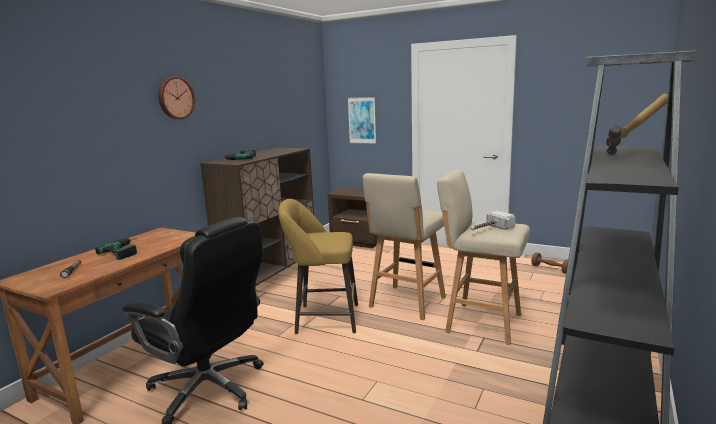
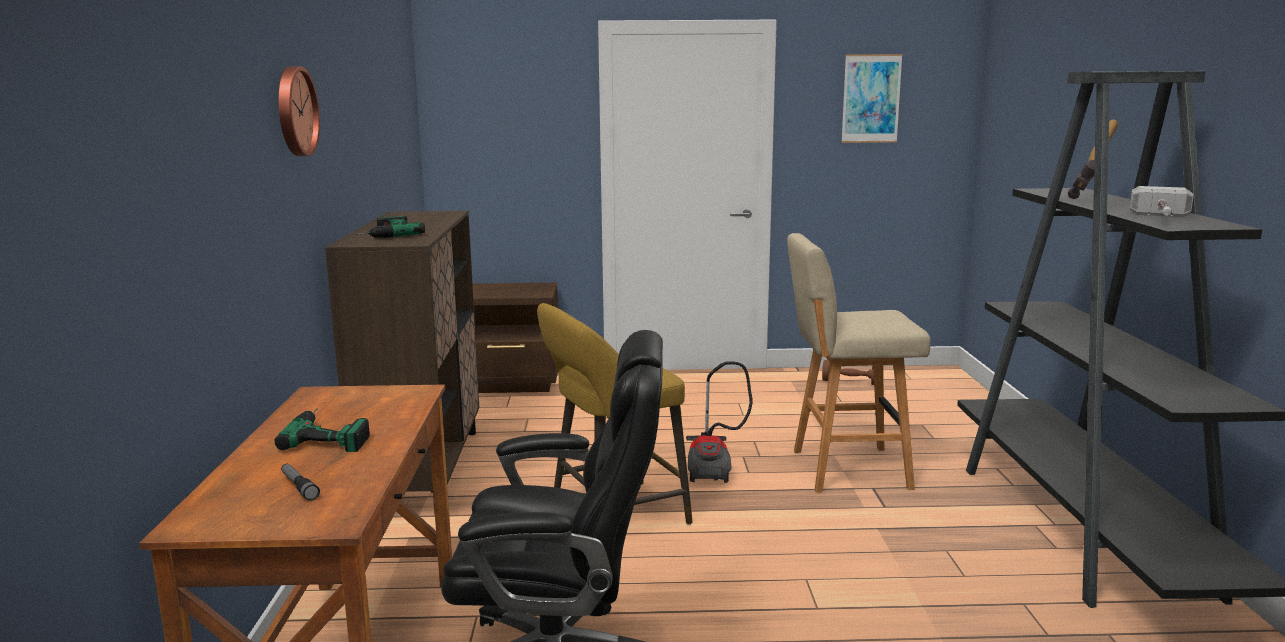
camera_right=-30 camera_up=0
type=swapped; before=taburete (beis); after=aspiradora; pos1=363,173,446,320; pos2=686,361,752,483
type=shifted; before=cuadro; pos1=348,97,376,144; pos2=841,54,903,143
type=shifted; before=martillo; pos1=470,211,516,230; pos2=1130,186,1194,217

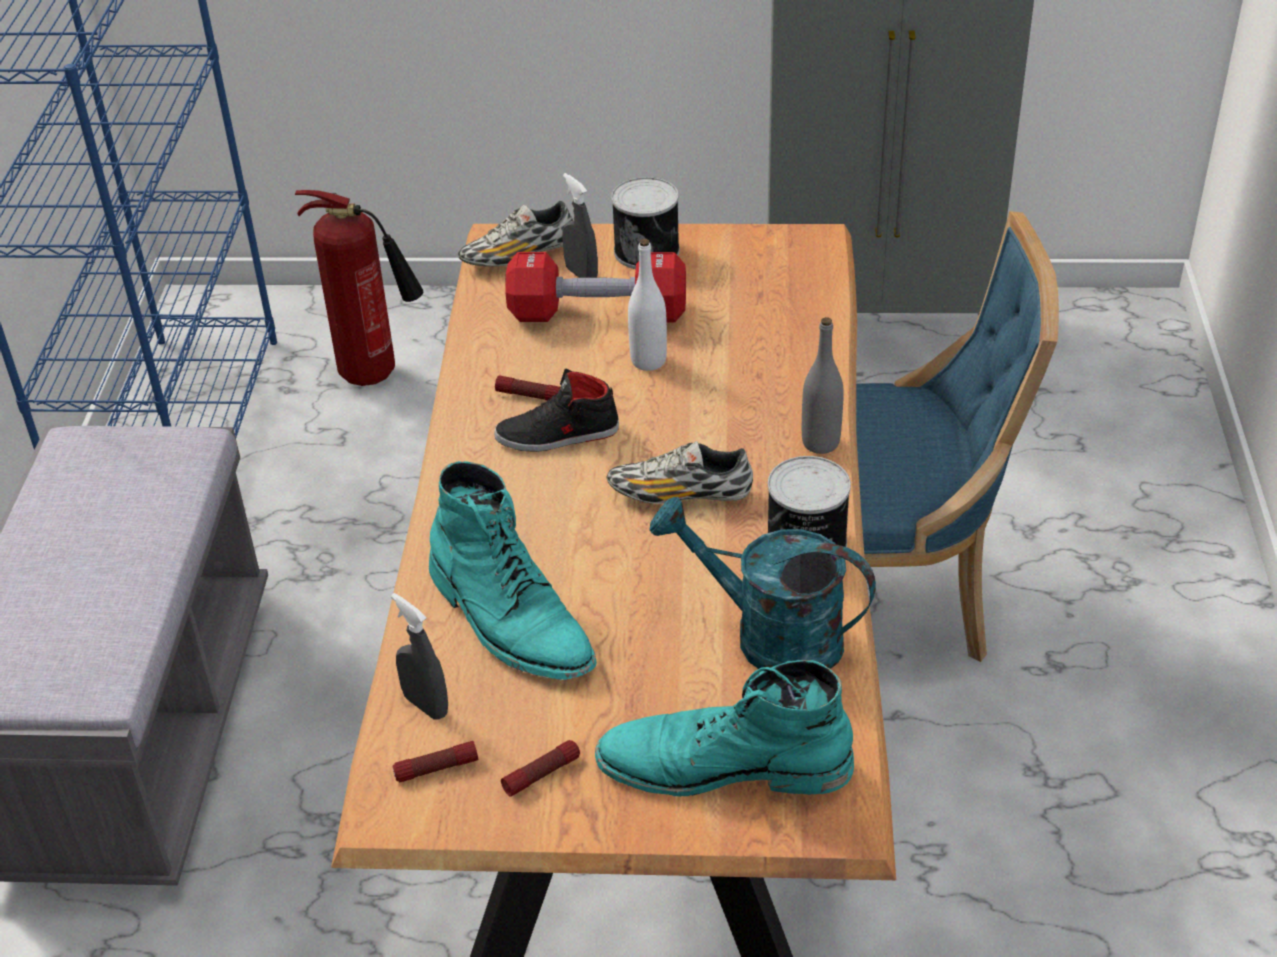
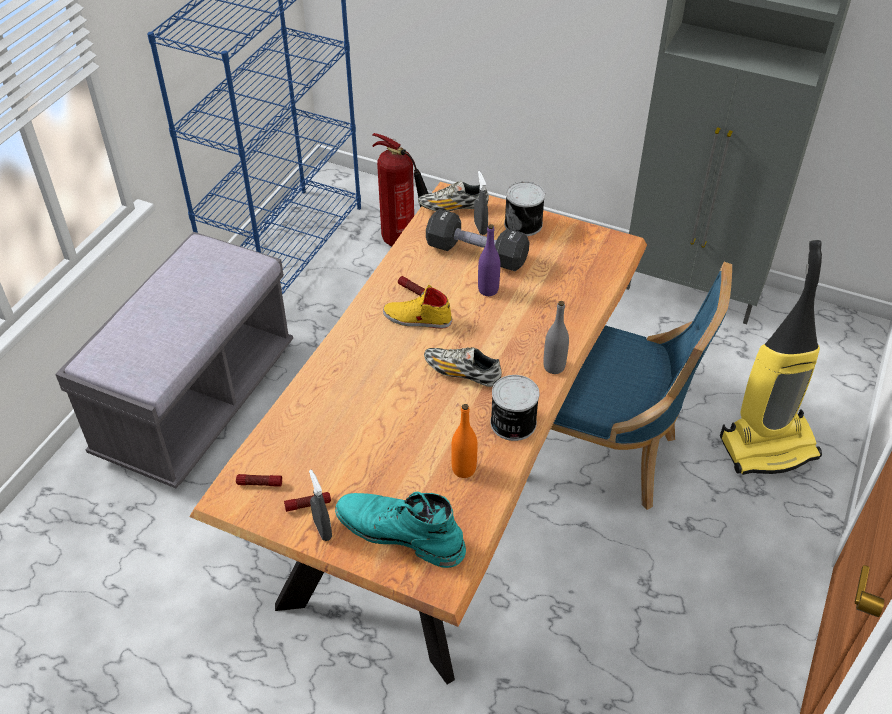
camera_right=20 camera_up=5
type=shifted; before=pulverizador (gris); pos1=391,593,448,720; pos2=309,470,332,541
type=repainted; before=zapato (negro); after=zapato (amarillo); pos1=494,369,619,452; pos2=383,285,452,328
type=repainted; before=mancuerna (rojo); after=mancuerna (negro); pos1=505,252,686,323; pos2=426,209,530,271
type=swapped; before=regadera (turquesa); after=botella (naranja); pos1=650,497,876,669; pos2=451,404,478,478
type=repainted; before=botella (blanco); after=botella (morado); pos1=628,239,667,371; pos2=478,224,500,296
type=new; after=aspiradora; pos2=720,240,822,475
type=gone; before=bota (turquesa); pos1=429,461,597,680

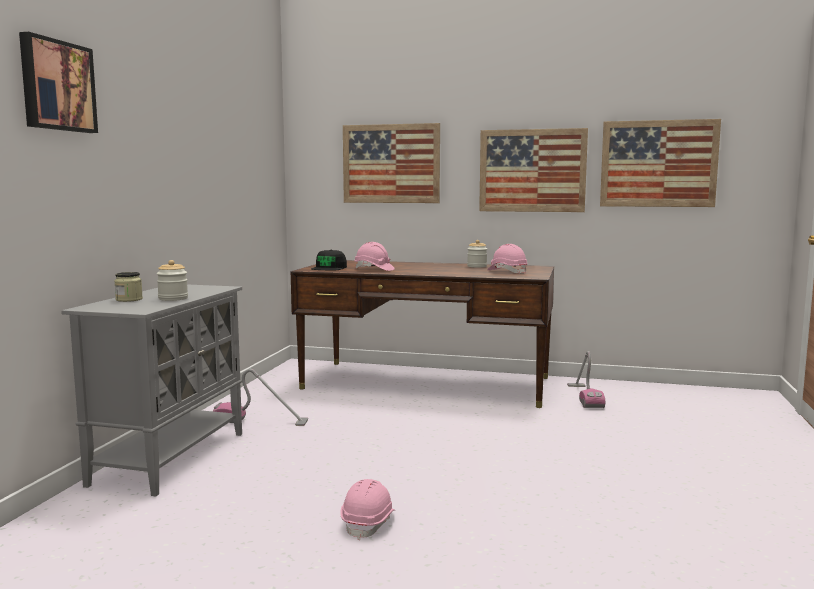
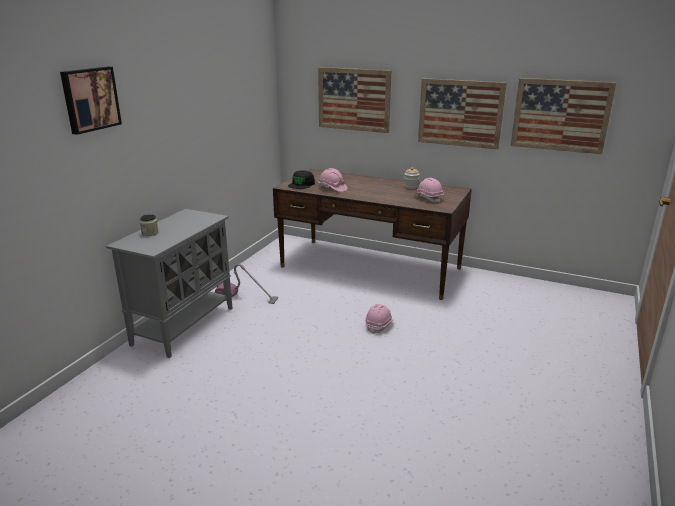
camera_right=10 camera_up=15
type=shifted; before=casco (rosa); pos1=340,479,395,540; pos2=365,304,393,334
type=gone; before=tarro; pos1=157,260,188,301
type=gone; before=aspiradora; pos1=567,351,605,408

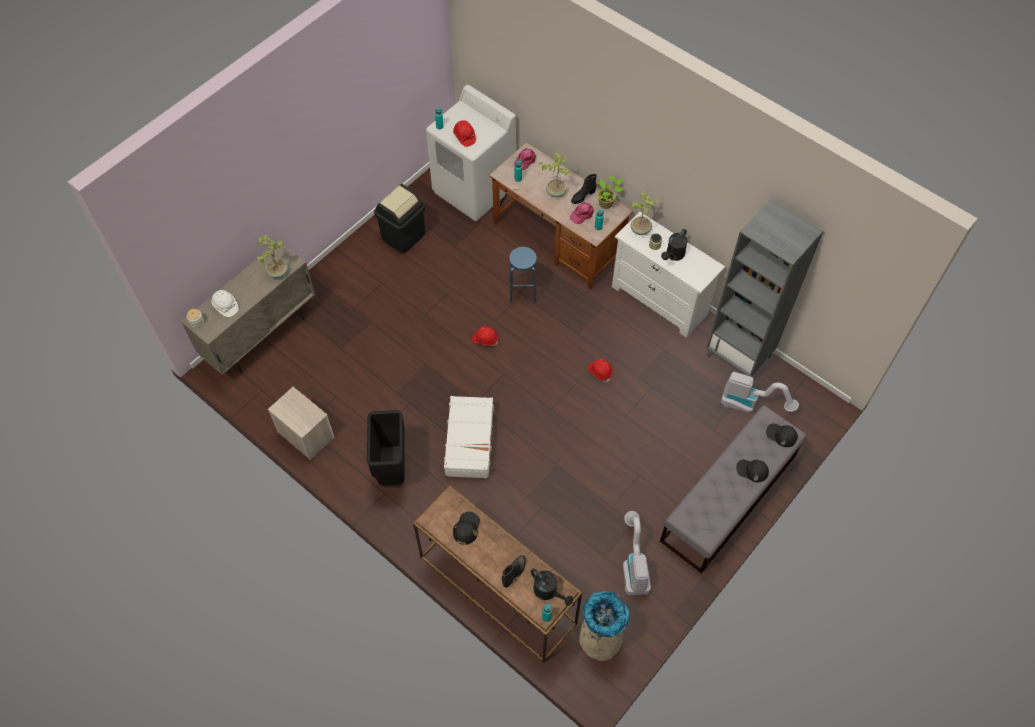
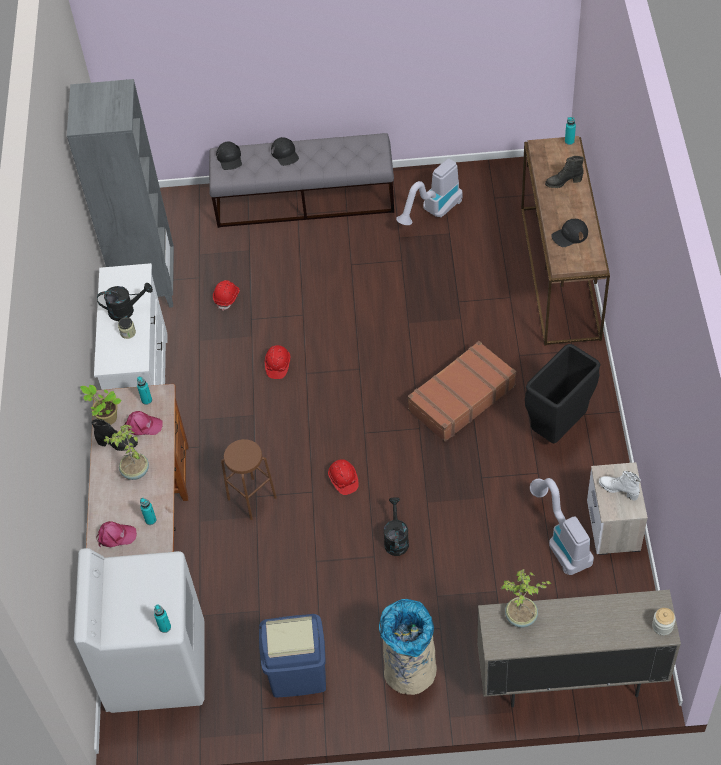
camera_right=-130 camera_up=-5
type=shifted; before=casco (rojo); pos1=453,120,476,147; pos2=213,280,240,311
type=repainted; before=taburete (azul); after=taburete (marrón); pos1=509,247,537,303; pos2=221,439,277,520
type=repainted; before=papelera (negro); after=papelera (azul); pos1=374,184,425,254; pos2=259,614,326,698
type=shifted; before=papelera (beis); pos1=579,591,629,661; pos2=379,599,437,695
type=shifted; before=regadera (negro); pos1=530,568,573,606; pos2=384,497,409,556
type=repainted; before=maleta (blanco); after=maleta (marrón); pos1=444,396,497,478; pos2=408,341,516,442
type=shifted; before=aspiradora; pos1=721,372,799,413; pos2=530,478,594,575
type=new; after=bota (blanco); pos2=599,471,640,501
type=gone; before=casco (blanco); pos1=211,290,239,317
type=gone; before=planta en maceta; pos1=631,191,660,235

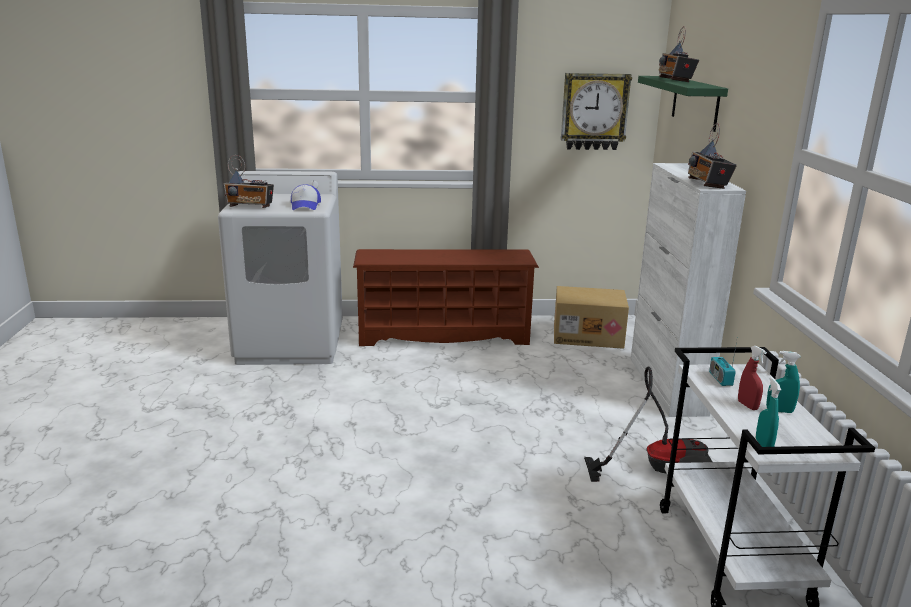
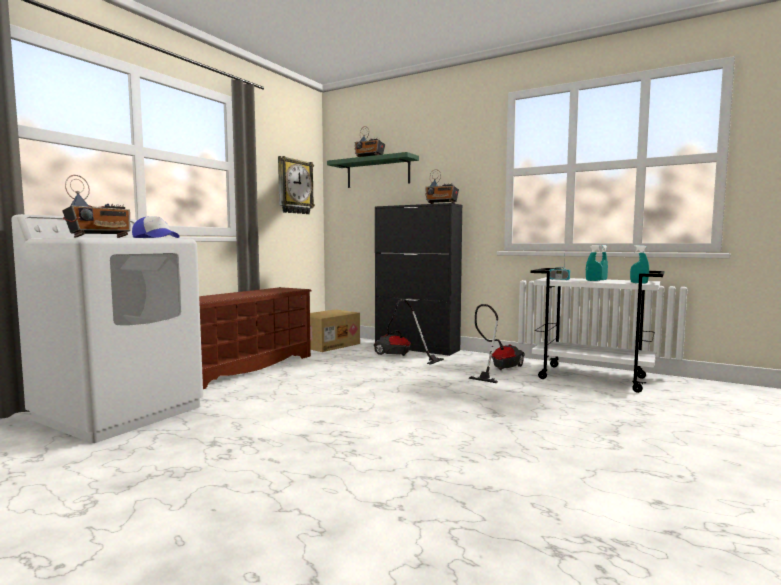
camera_right=-55 camera_up=-15
type=new; after=aspiradora; pos2=374,299,444,365
type=repainted; before=armario (blanco); after=armario (negro); pos1=631,163,746,417; pos2=375,203,462,356
type=repainted; before=pulverizador (rojo); after=pulverizador (turquesa); pos1=738,346,767,410; pos2=586,245,603,281

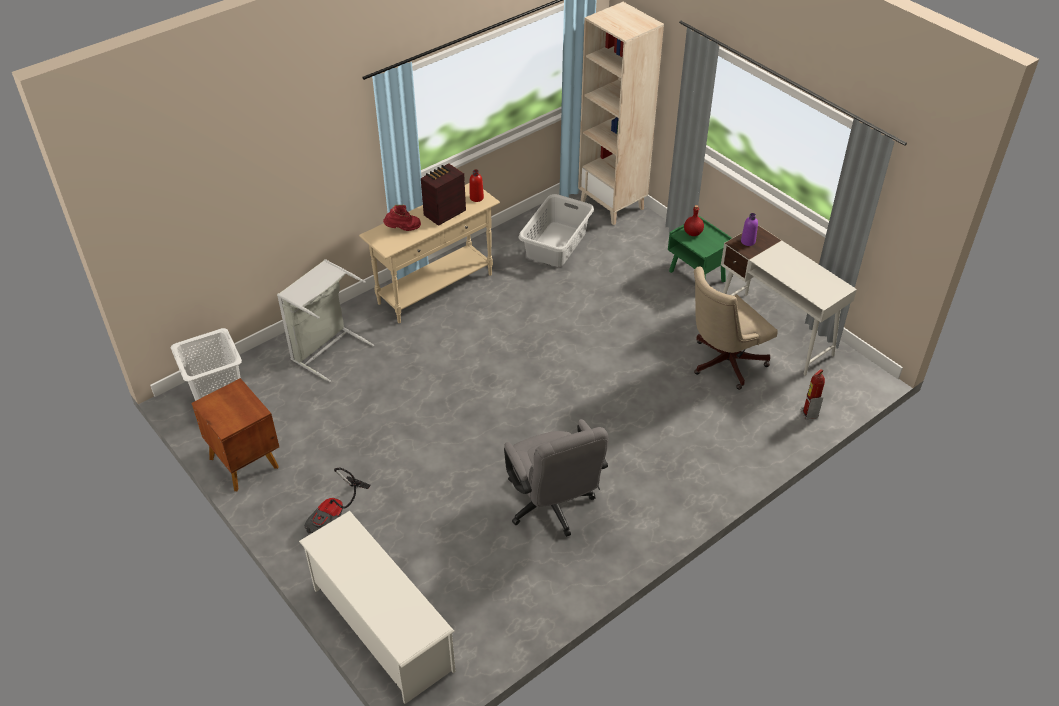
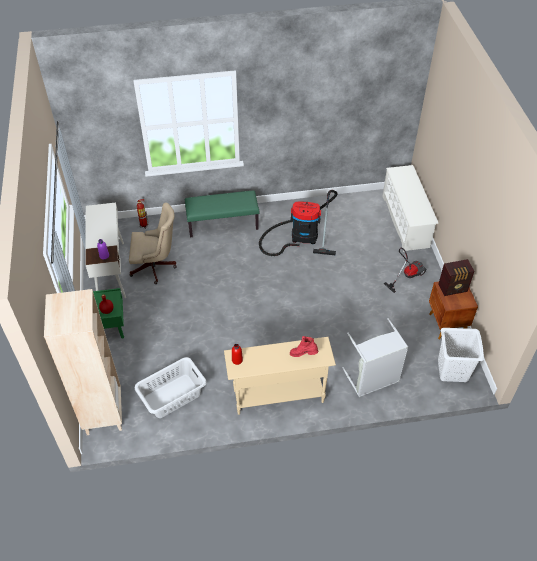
camera_right=-150 camera_up=5
type=new; after=banco (verde); pos2=185,191,259,237
type=swapped; before=silla de oficina (gris); after=aspiradora; pos1=504,419,608,537; pos2=259,190,337,256
type=shifted; before=radio; pos1=421,163,466,226; pos2=438,259,474,296

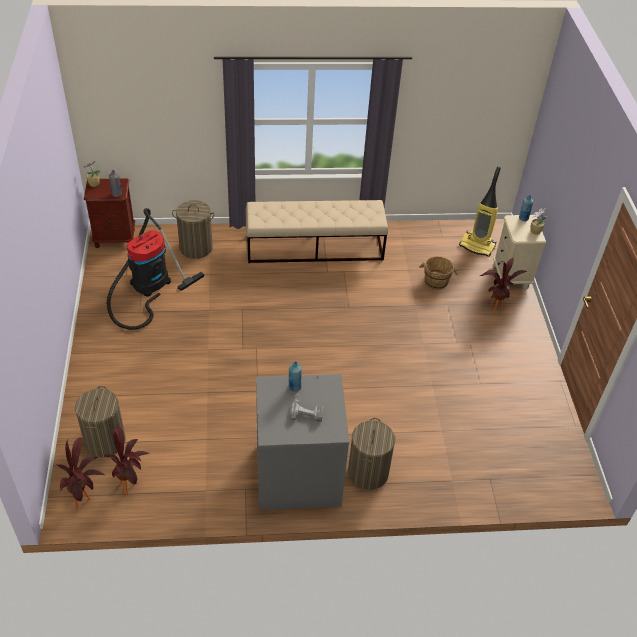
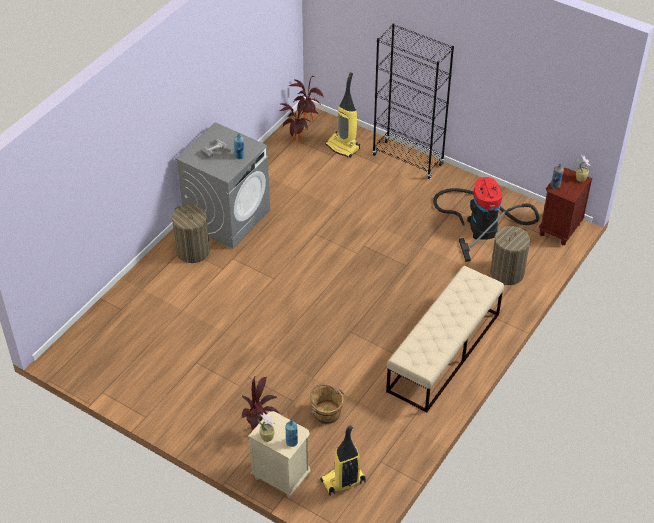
camera_right=130 camera_up=0
type=swapped; before=cesto de la ropa; after=aspiradora; pos1=75,386,126,457; pos2=325,72,360,158
type=new; after=estantería (negro); pos2=372,23,454,179

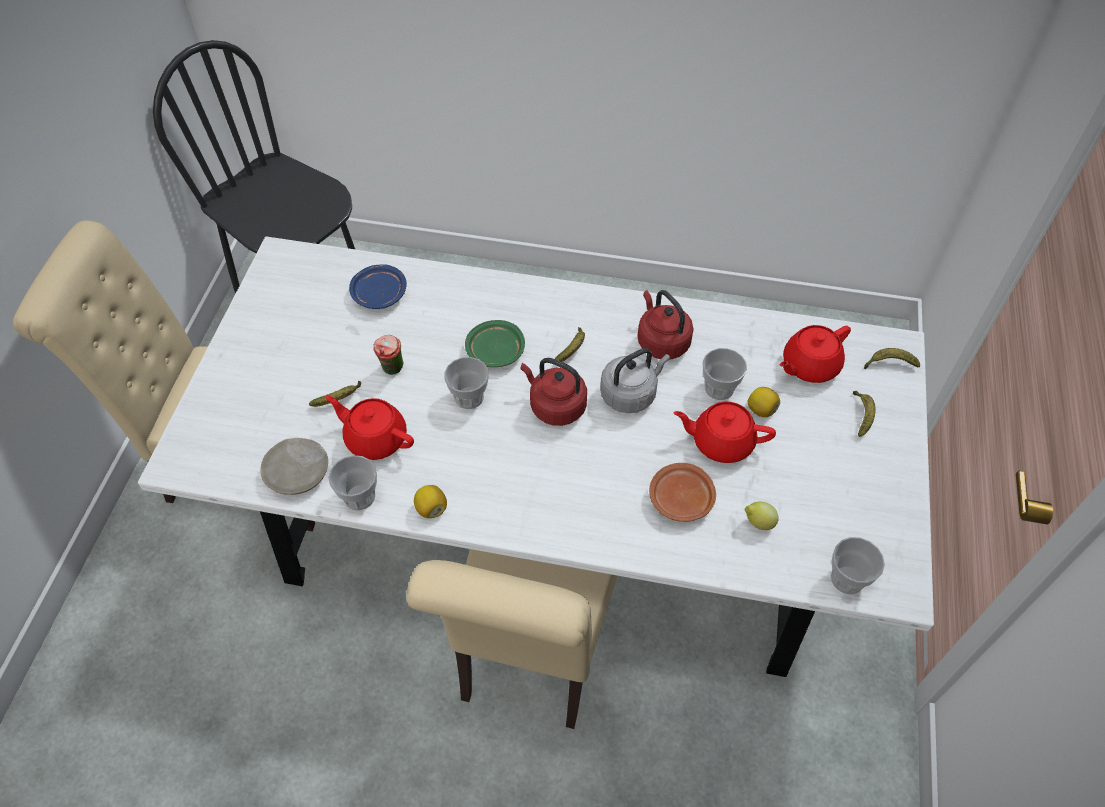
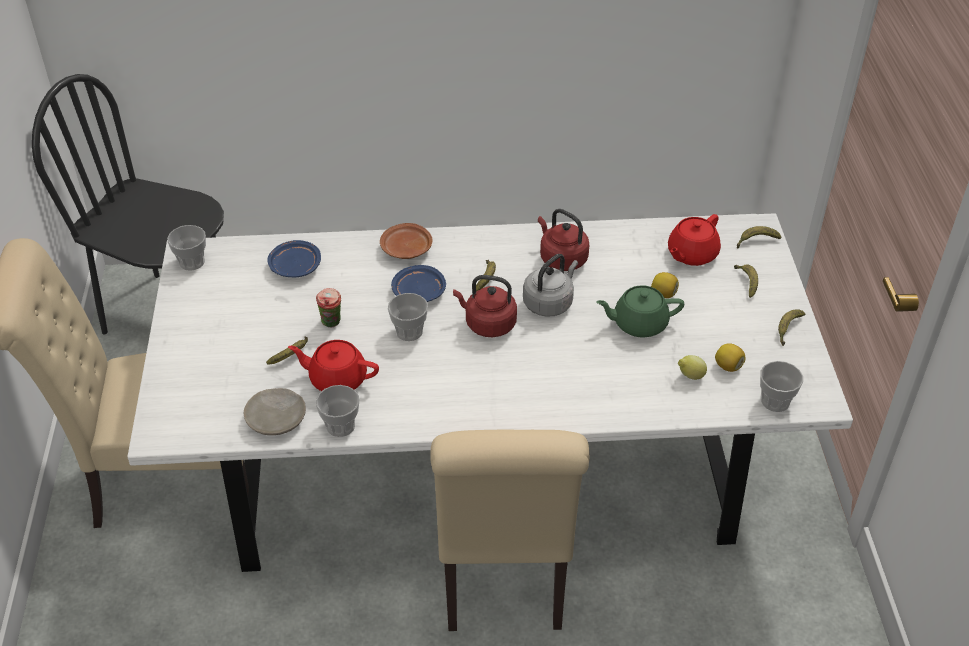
camera_right=-15 camera_up=-10
type=shifted; before=taza; pos1=703,348,747,400; pos2=167,225,206,271
type=shifted; before=plato (marrón); pos1=649,463,716,522; pos2=380,223,433,259
type=repainted; before=plato (verde); after=plato (azul); pos1=465,320,525,367; pos2=391,265,446,302
type=repainted; before=tetera (rojo); after=tetera (verde); pos1=673,401,776,463; pos2=596,285,684,338
type=shifted; before=limón; pos1=414,485,447,518; pos2=715,343,745,372
type=new; after=plátano; pos2=778,310,806,346

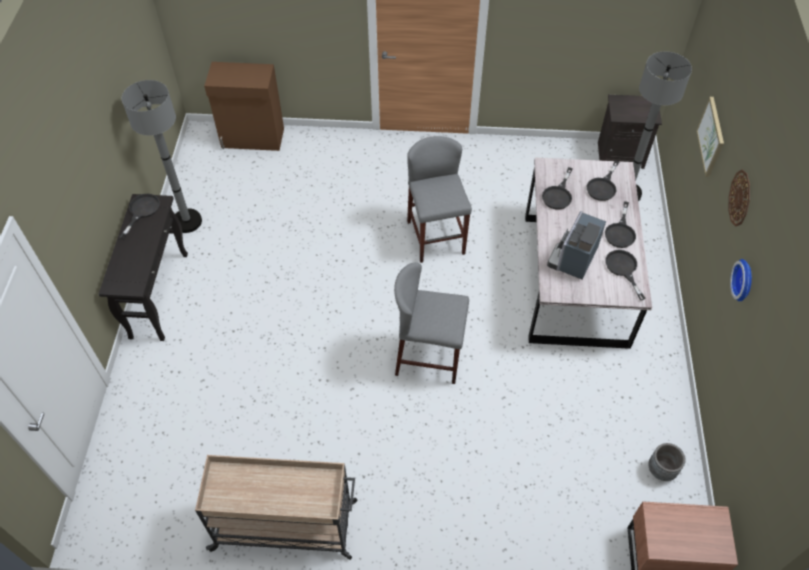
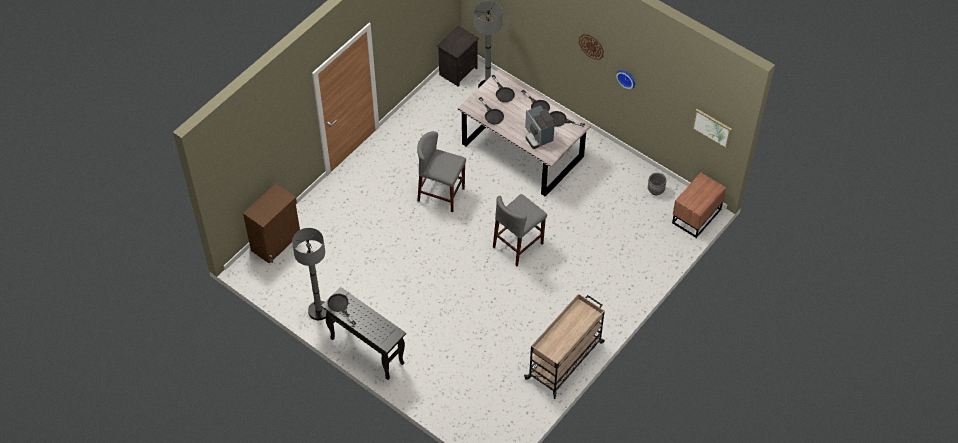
camera_right=-55 camera_up=0
type=shifted; before=cuadro; pos1=696,97,724,177; pos2=692,109,732,149

